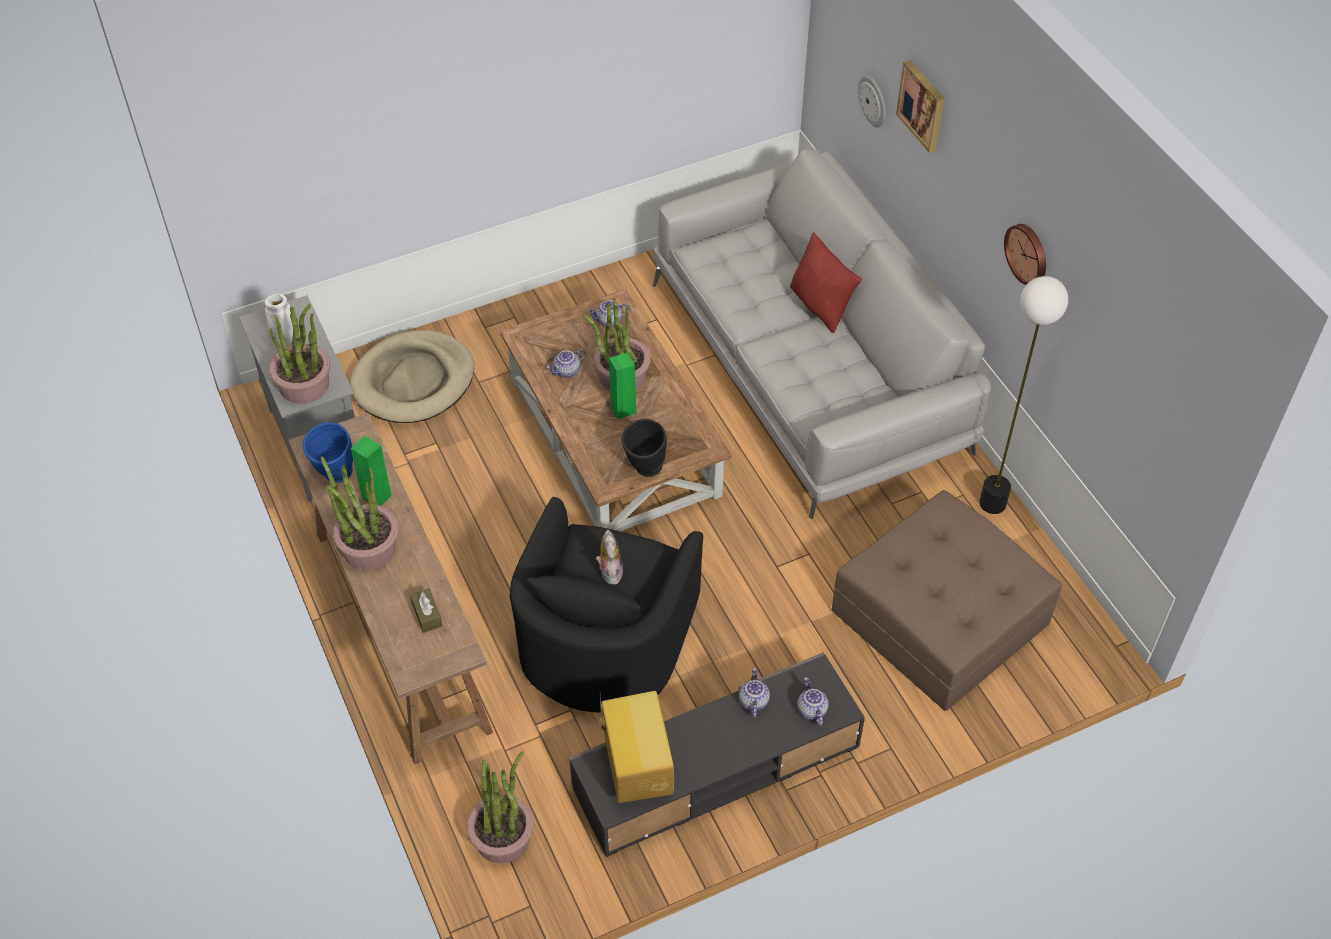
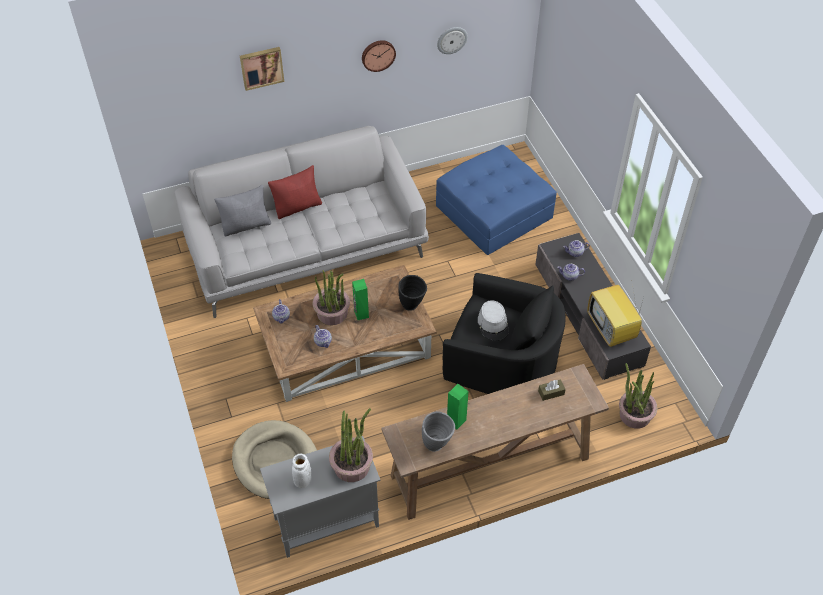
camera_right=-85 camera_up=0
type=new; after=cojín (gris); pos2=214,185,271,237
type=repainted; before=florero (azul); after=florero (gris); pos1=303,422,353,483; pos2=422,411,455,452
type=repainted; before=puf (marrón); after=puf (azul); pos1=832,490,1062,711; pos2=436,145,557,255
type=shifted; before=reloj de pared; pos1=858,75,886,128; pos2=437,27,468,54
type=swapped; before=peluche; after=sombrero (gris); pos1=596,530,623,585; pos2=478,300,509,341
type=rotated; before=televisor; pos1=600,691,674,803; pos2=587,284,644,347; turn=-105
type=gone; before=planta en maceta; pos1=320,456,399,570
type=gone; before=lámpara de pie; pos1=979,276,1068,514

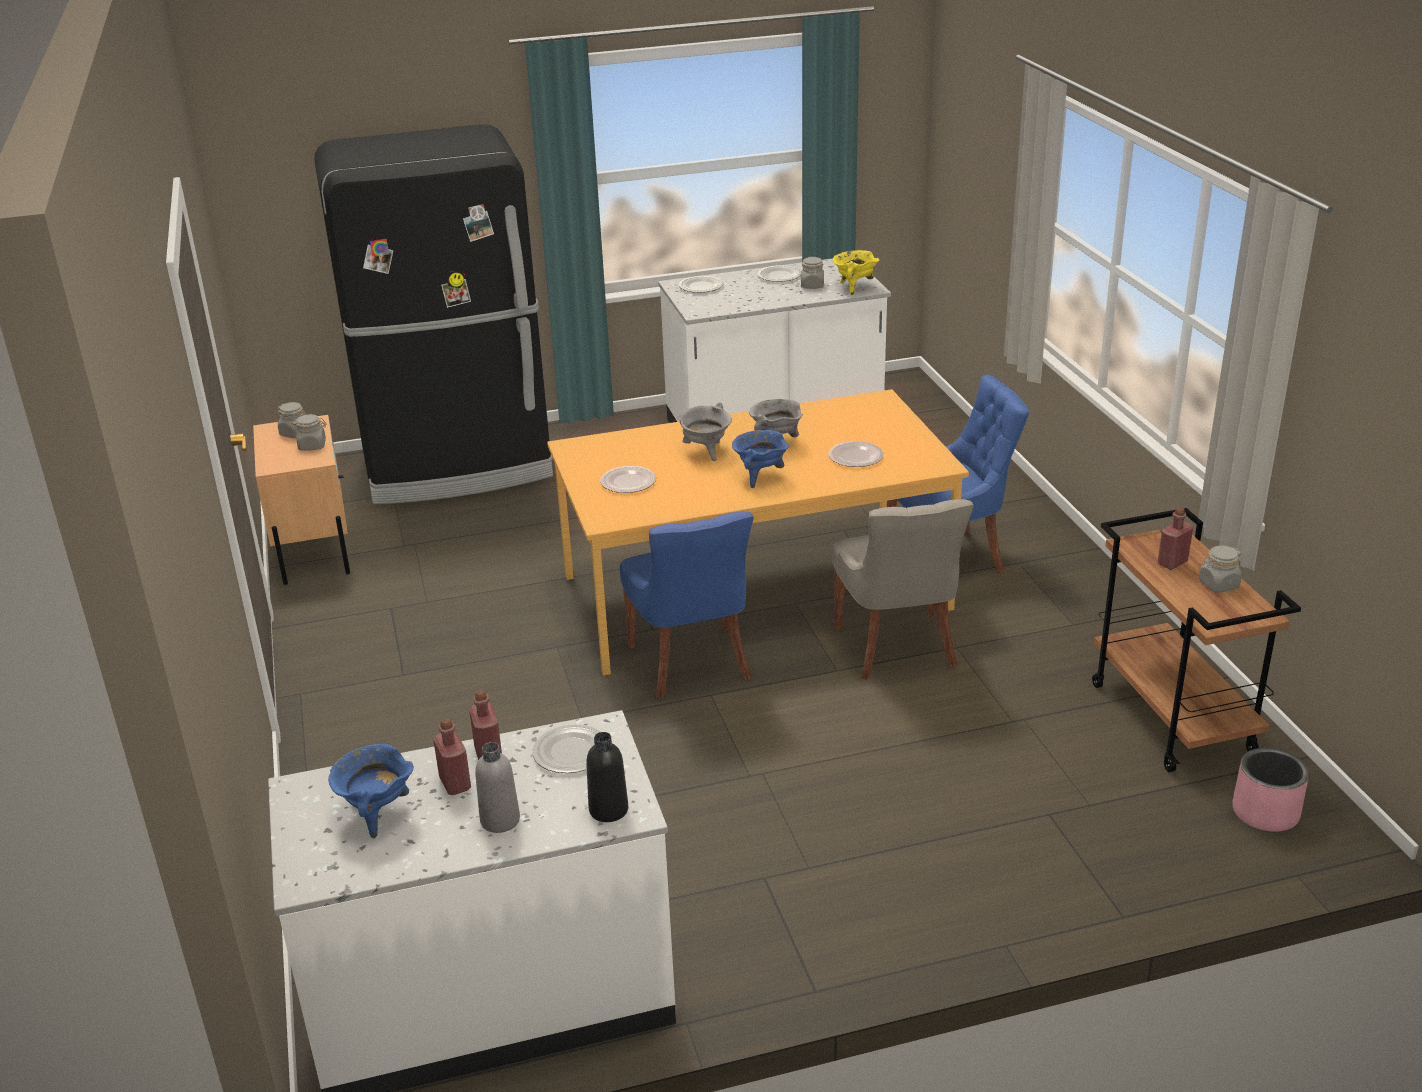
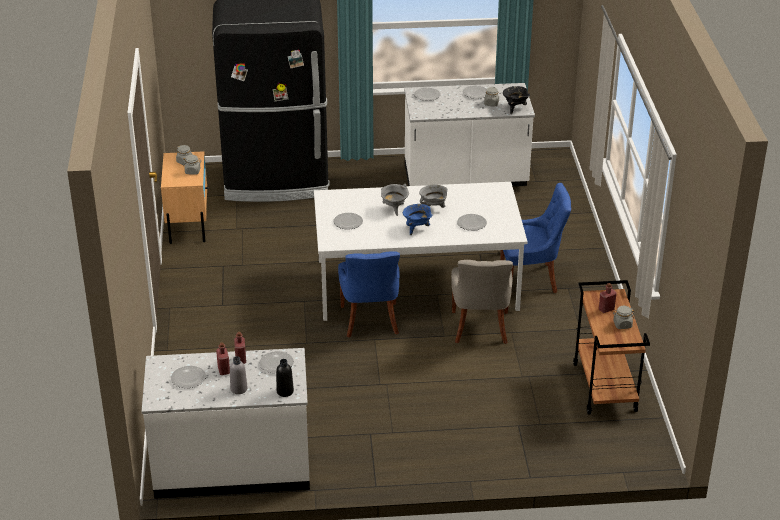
camera_right=10 camera_up=5
type=swapped; before=olla (azul); after=plato; pos1=328,744,414,838; pos2=171,366,206,388
type=repainted; before=mesa de comedor (naranja); after=mesa de comedor (blanco); pos1=547,389,969,676; pos2=314,182,528,321
type=repainted; before=olla (amarillo); after=olla (negro); pos1=832,250,879,295; pos2=503,86,530,114
type=gone; before=maceta (rosa); pos1=1233,748,1309,832

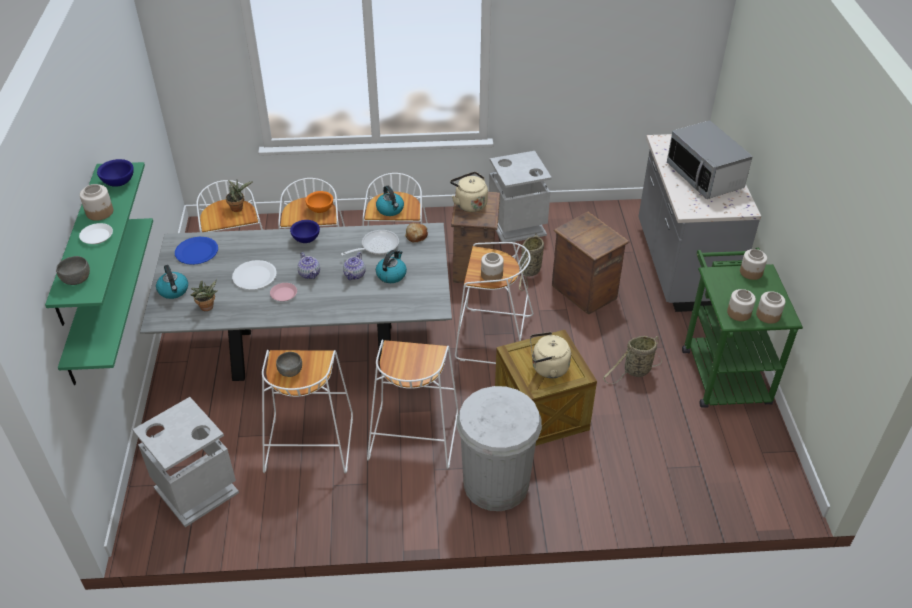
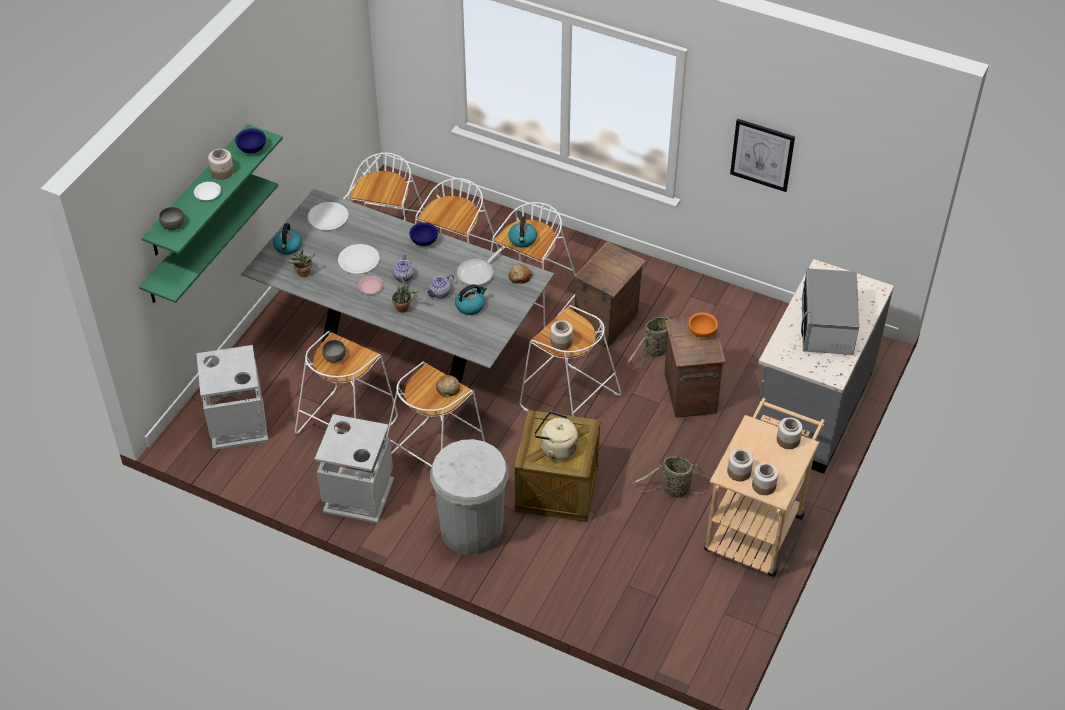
camera_right=30 camera_up=5
type=repainted; before=plato (azul); after=plato (blanco); pos1=175,237,218,265; pos2=308,202,348,230
type=shifted; before=papelera (gris); pos1=489,151,552,242; pos2=315,414,394,523
type=shifted; before=planta en maceta; pos1=226,180,253,212; pos2=392,279,420,313
type=new; after=pan; pos2=436,375,460,398
type=rotated; before=sartén; pos1=341,230,399,256; pos2=457,246,505,286; turn=135
type=shifted; before=cuenco (naranja); pos1=305,191,333,213; pos2=688,312,718,338
type=repainted; before=carrito (verde); after=carrito (beis); pos1=682,248,803,408; pos2=704,398,825,577
type=new; after=cuadro; pos2=730,119,795,192
type=gone; before=hervidor (beis); pos1=450,172,488,212

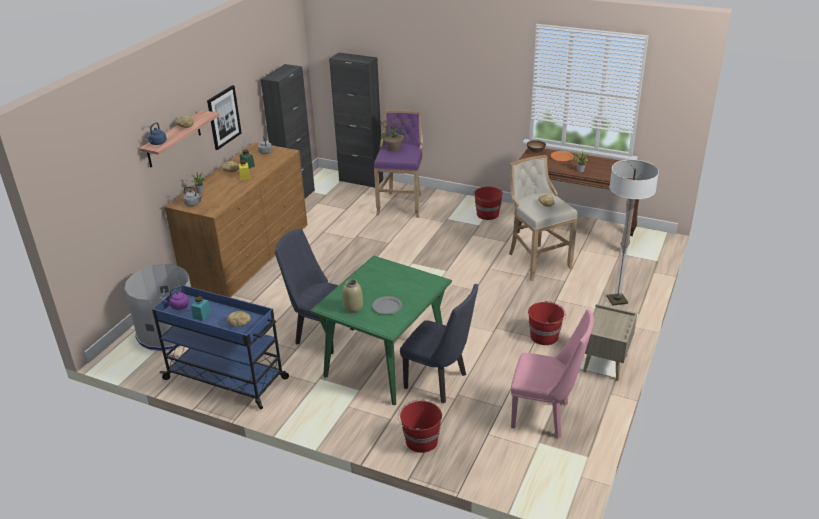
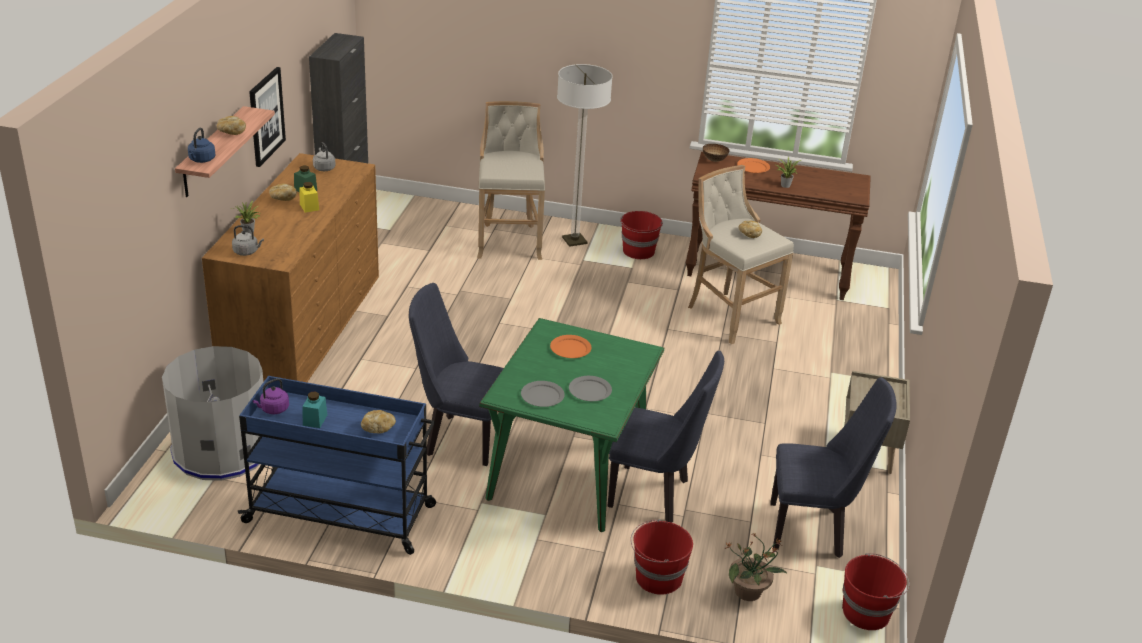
camera_right=-15 camera_up=0
type=repainted; before=taburete (morado); after=taburete (beis); pos1=374,110,423,218; pos2=477,101,545,260
type=swapped; before=florero (beis); after=plato (gris); pos1=342,279,363,313; pos2=521,381,565,407
type=new; after=plato (naranja); pos2=550,335,592,358
type=shifted; before=lámpara de pie; pos1=607,160,659,306; pos2=557,64,613,247
type=shifted; before=planta en maceta; pos1=381,117,408,152; pos2=724,532,787,601
type=repainted; before=silla (rosa); after=silla (azul); pos1=511,309,594,439; pos2=770,377,897,558
type=shifted; before=cubo (rojo); pos1=528,301,566,345; pos2=842,553,909,630
type=gone; before=armario (negro); pos1=329,52,383,188

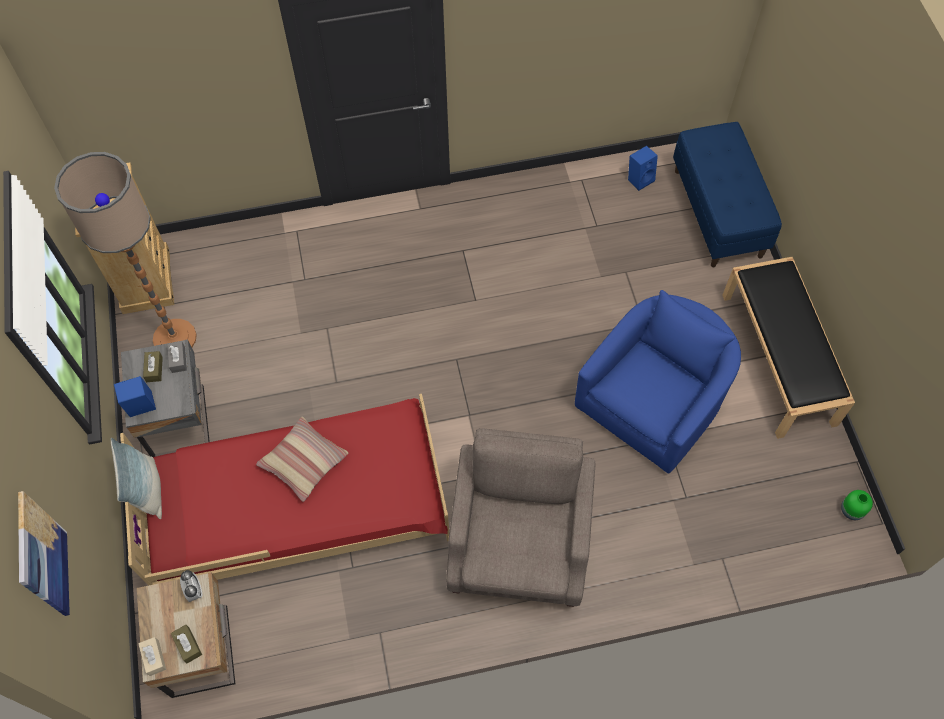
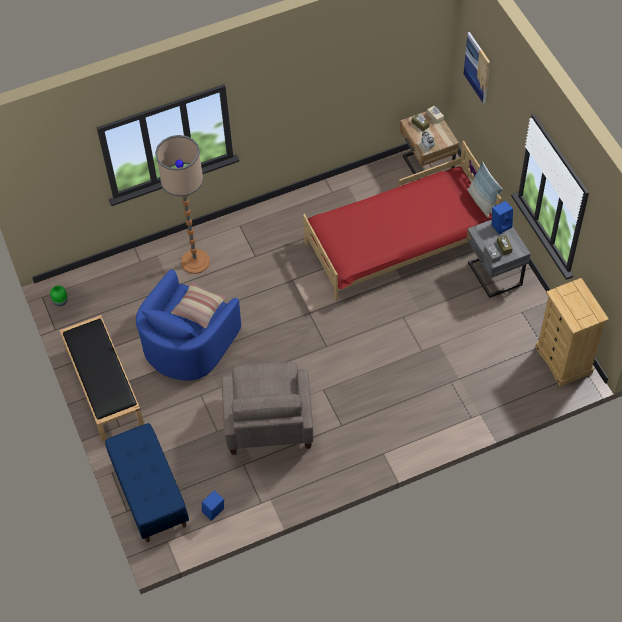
camera_right=170 camera_up=-5
type=shifted; before=lámpara de pie; pos1=54,152,197,347; pos2=155,135,210,274
type=shifted; before=cojín; pos1=256,417,348,502; pos2=171,282,227,329
type=shifted; before=sillón (beis); pos1=446,428,595,607; pos2=222,362,314,455

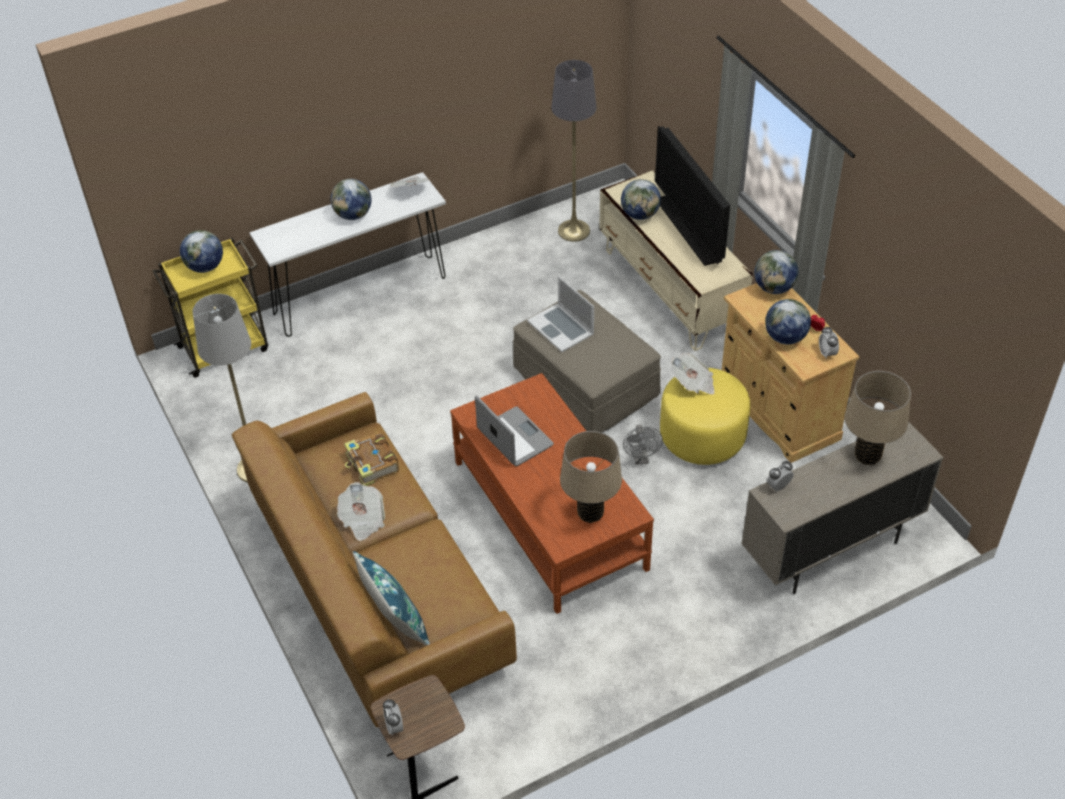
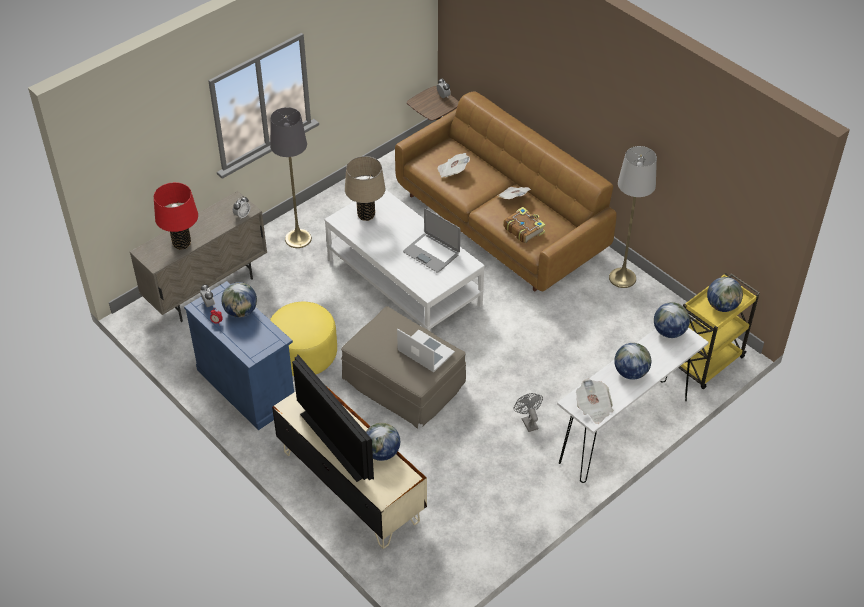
camera_right=165 camera_up=0
type=repainted; before=lámpara de mesa (beis); after=lámpara de mesa (rojo); pos1=845,371,911,465; pos2=154,182,198,250
type=repainted; before=armario (beis); after=armario (azul); pos1=722,283,860,463; pos2=184,281,294,430
type=shifted; before=lámpara de pie (gris); pos1=551,60,597,242; pos2=270,107,312,248
type=repainted; before=mesa de centro (marrón); after=mesa de centro (blanco); pos1=450,373,654,614; pos2=324,189,485,331
type=shifted; before=periódico; pos1=671,353,714,395; pos2=437,153,470,178
type=shifted; before=ventilador (gris); pos1=623,425,663,465; pos2=514,393,543,432
type=shifted; before=globo terráqueo; pos1=754,250,799,294; pos2=654,302,690,338
type=gone; before=cojín (azul); pos1=353,551,430,646

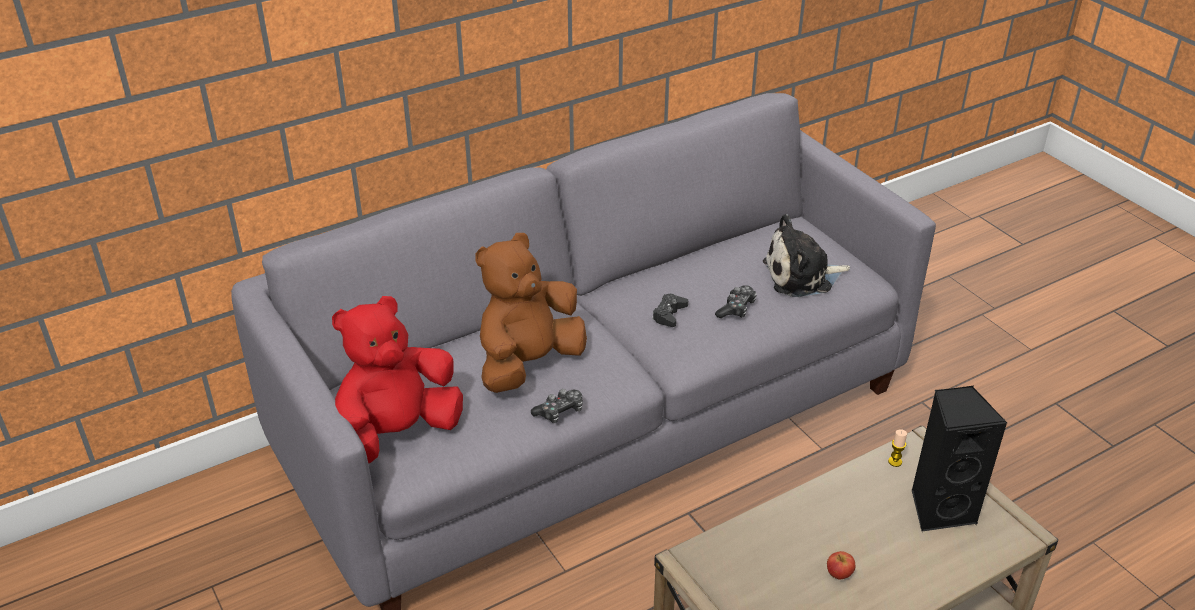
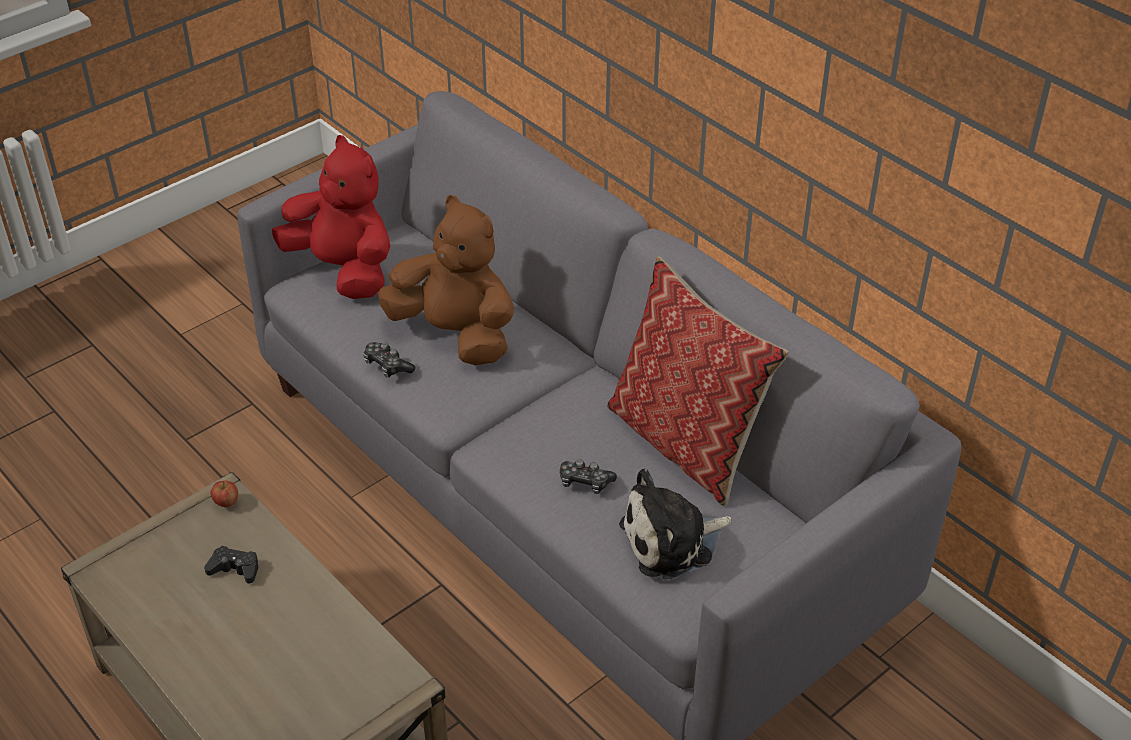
camera_right=80 camera_up=5
type=shifted; before=mando de consola (negro); pos1=652,294,688,327; pos2=204,546,258,583
type=shifted; before=manzana; pos1=827,551,855,580; pos2=211,481,238,508
type=new; after=cojín; pos2=607,256,789,506
type=rotated; before=peluche; pos1=763,214,850,297; pos2=619,468,732,580; turn=-90
type=gone; before=vela; pos1=888,429,907,467
type=gone; before=altavoz (negro); pos1=912,386,1007,532

